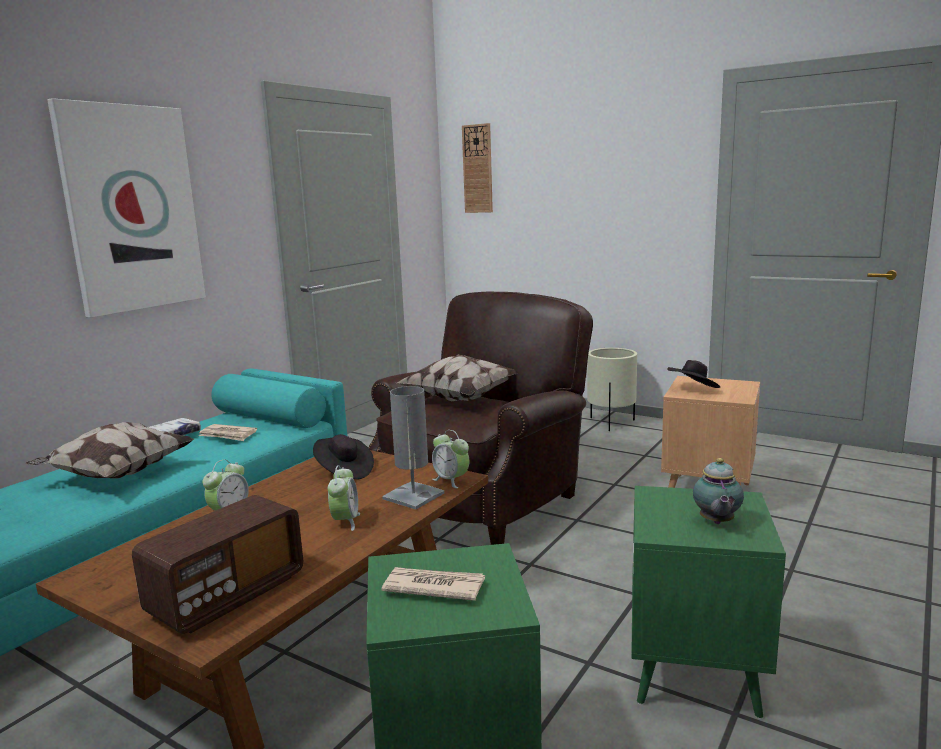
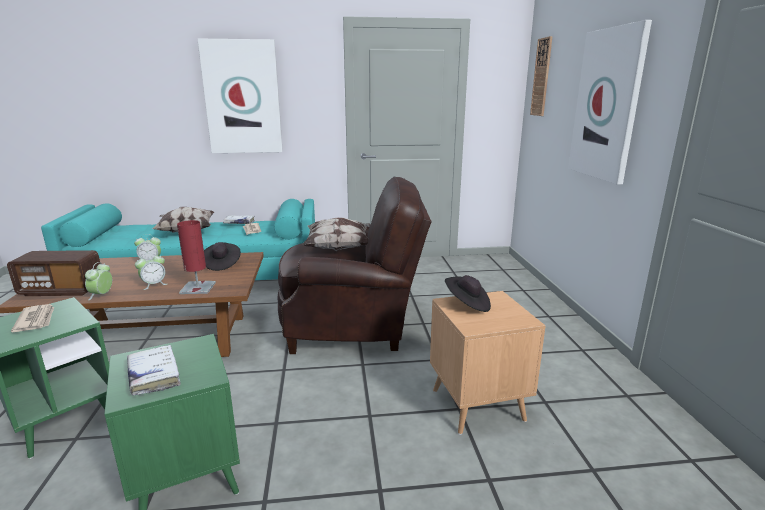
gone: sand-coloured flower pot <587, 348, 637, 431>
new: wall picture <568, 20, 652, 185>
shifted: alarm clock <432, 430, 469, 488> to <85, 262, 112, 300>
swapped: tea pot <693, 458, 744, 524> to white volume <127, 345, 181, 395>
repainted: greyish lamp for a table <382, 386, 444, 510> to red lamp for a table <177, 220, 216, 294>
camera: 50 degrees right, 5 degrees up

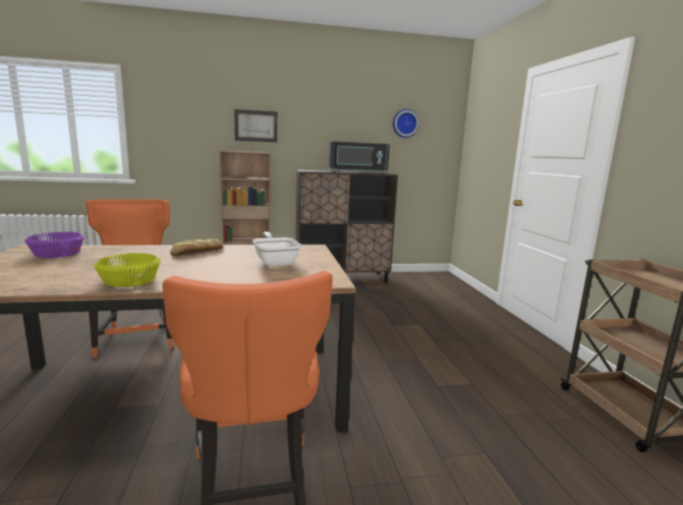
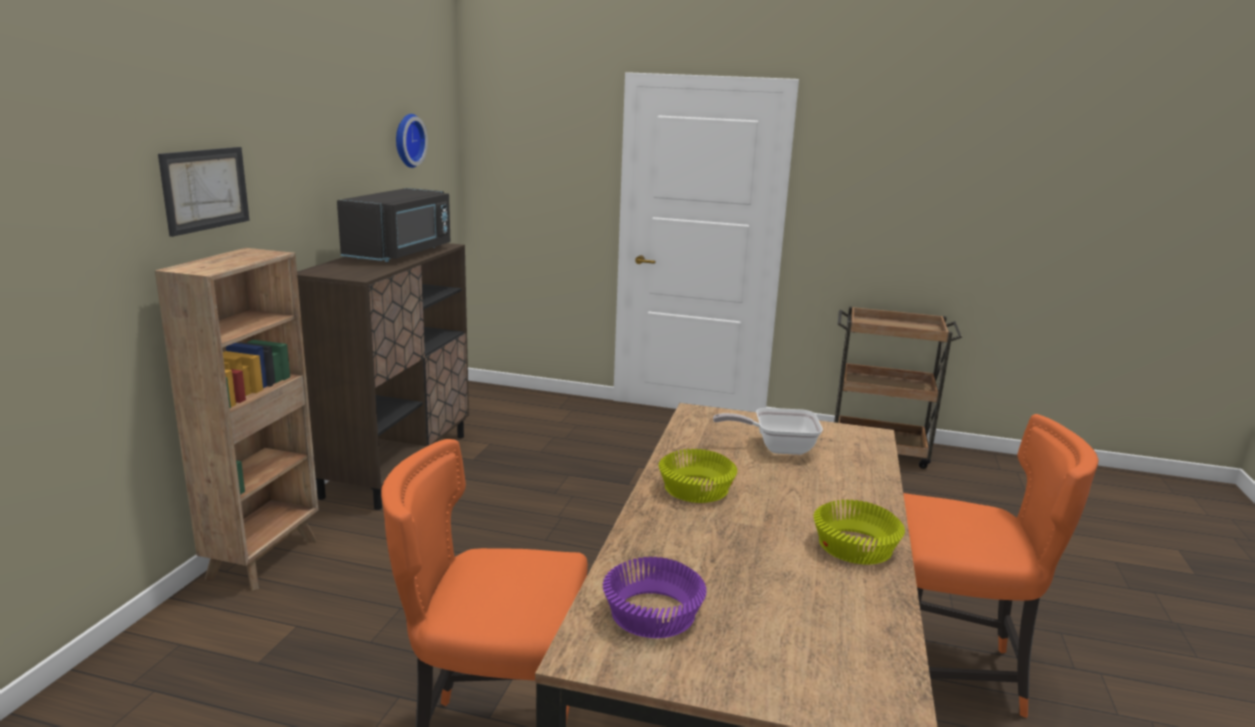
swapped: bakery bread <170, 239, 223, 256> to yellowish serving bowl <659, 449, 737, 503>
camera: 65 degrees left, 5 degrees up

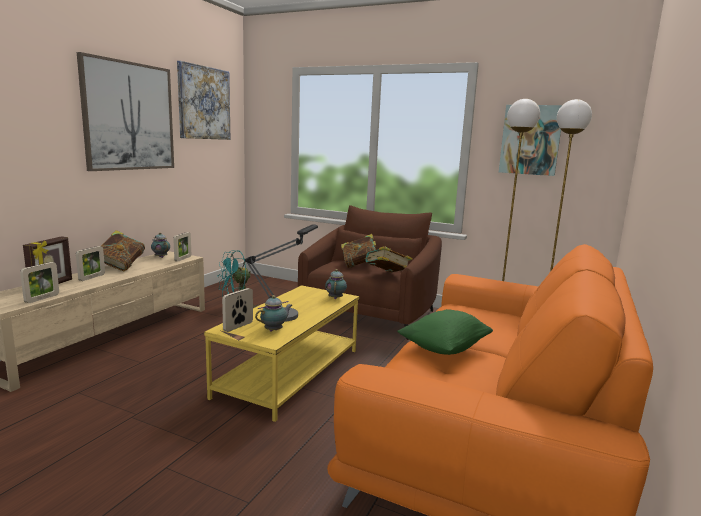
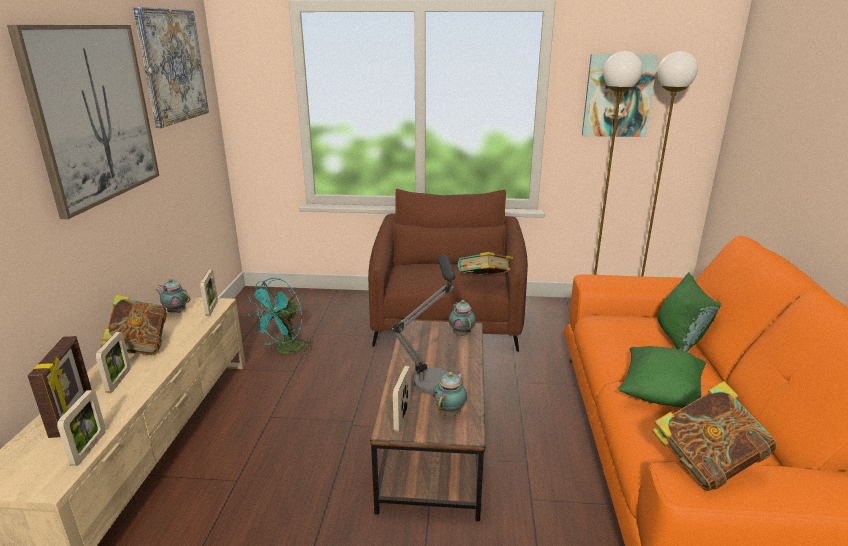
new: green-coloured throw pillow <657, 272, 721, 352>
shifted: volume <341, 234, 376, 268> to <652, 381, 776, 491>
repainted: yellowish lounge table <204, 285, 359, 422> to brown lounge table <370, 320, 485, 521>
camera: 20 degrees left, 10 degrees up

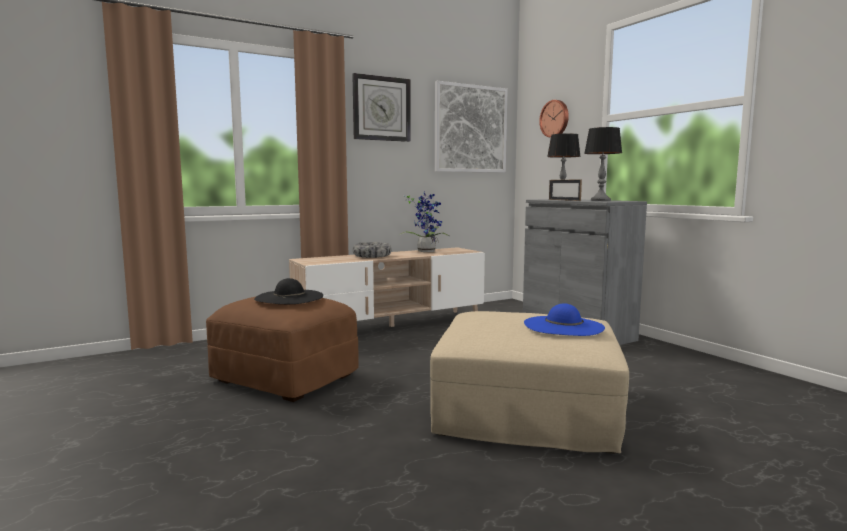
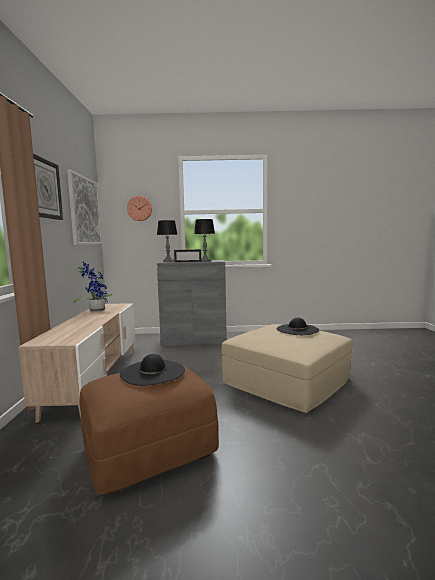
gone: serving bowl <353, 242, 392, 258>
repainted: bluish clothing hat <524, 303, 605, 336> to black clothing hat <276, 318, 319, 335>
camera: 60 degrees left, 0 degrees up

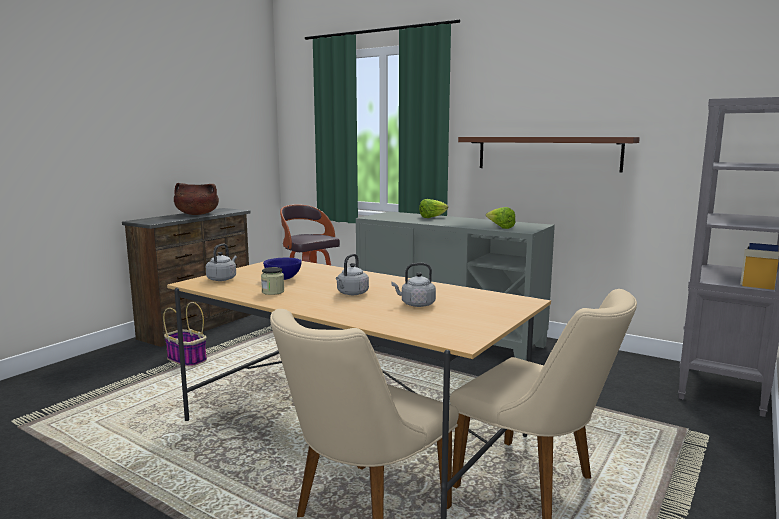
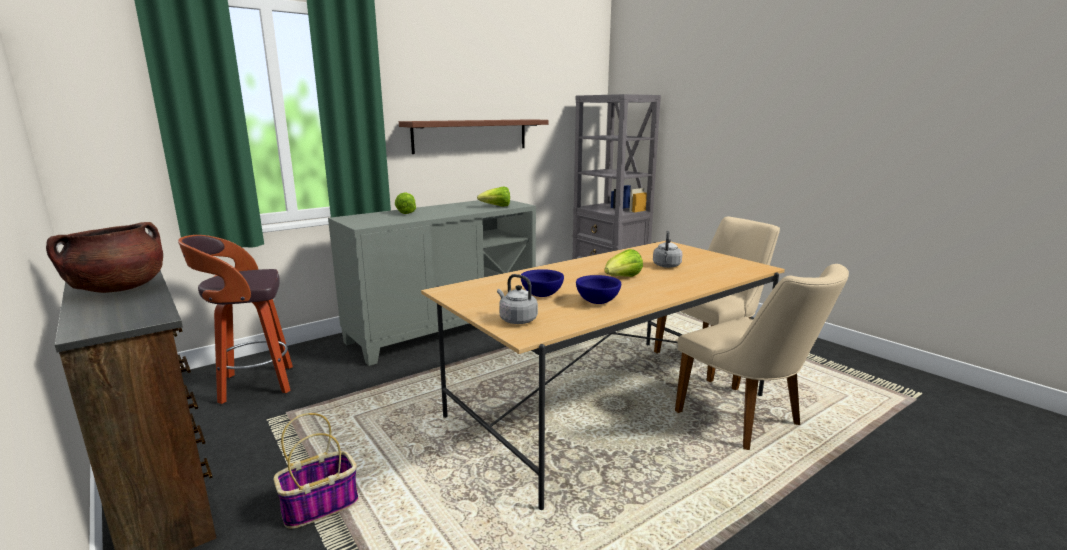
swapped: preserve jar <261, 267, 284, 295> to bluish serving bowl <576, 275, 621, 304>; greyish kettle <336, 254, 369, 295> to lettuce <604, 249, 643, 277>
camera: 70 degrees left, 5 degrees up

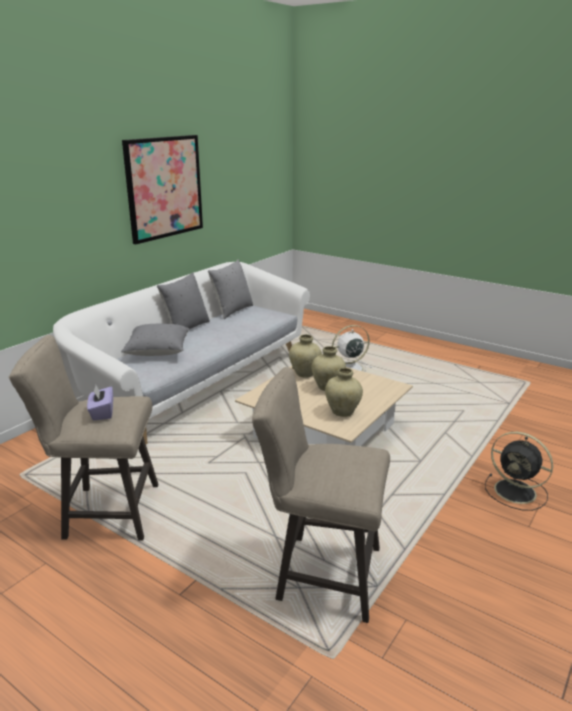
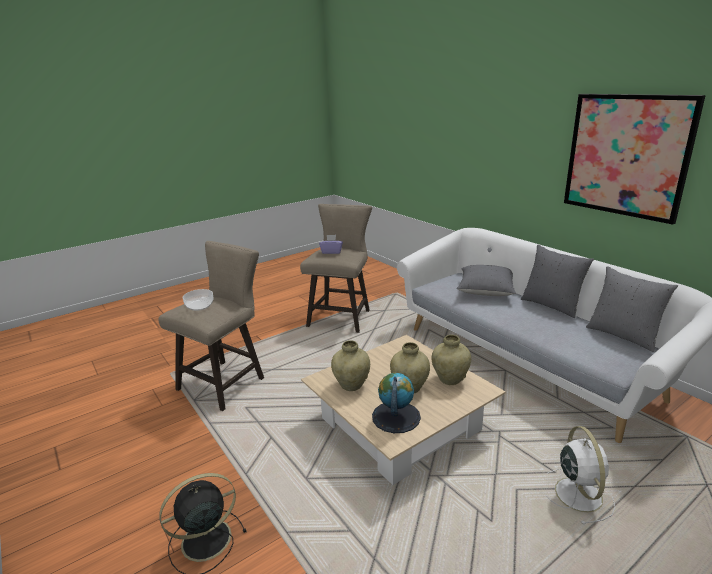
new: serving bowl <183, 289, 214, 311>; desk globe <372, 373, 421, 433>
camera: 110 degrees right, 0 degrees up

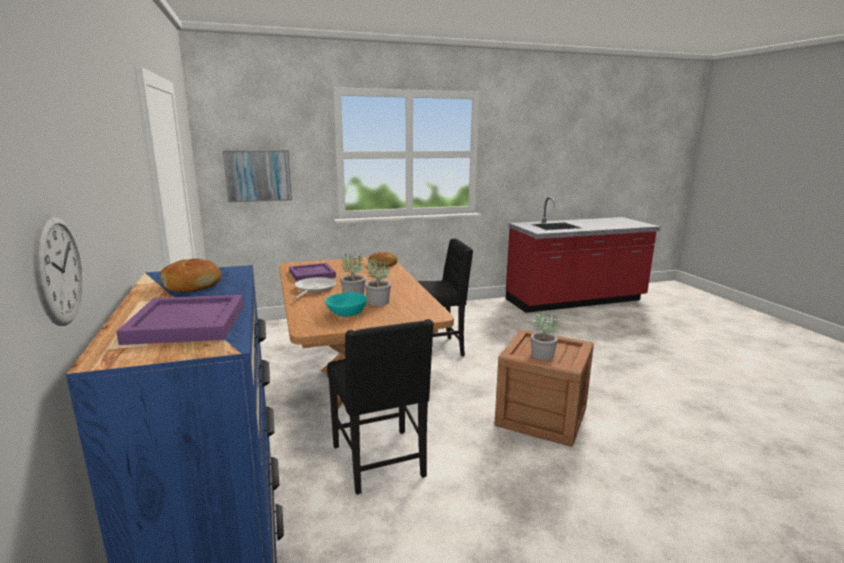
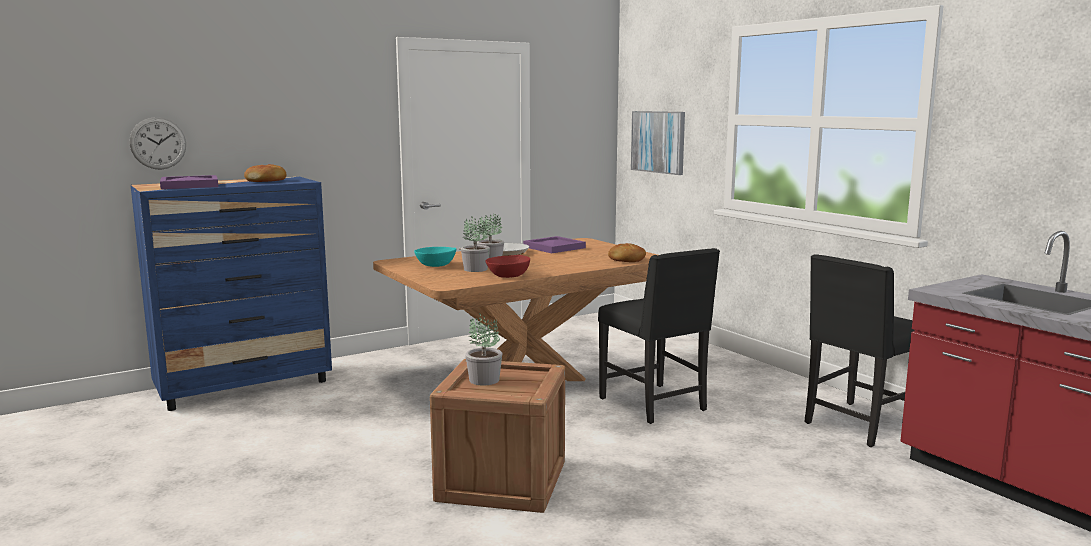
new: red serving bowl <485, 255, 530, 278>
shifted: black upright chair <327, 319, 434, 495> to <805, 254, 914, 447>
camera: 75 degrees right, 5 degrees down

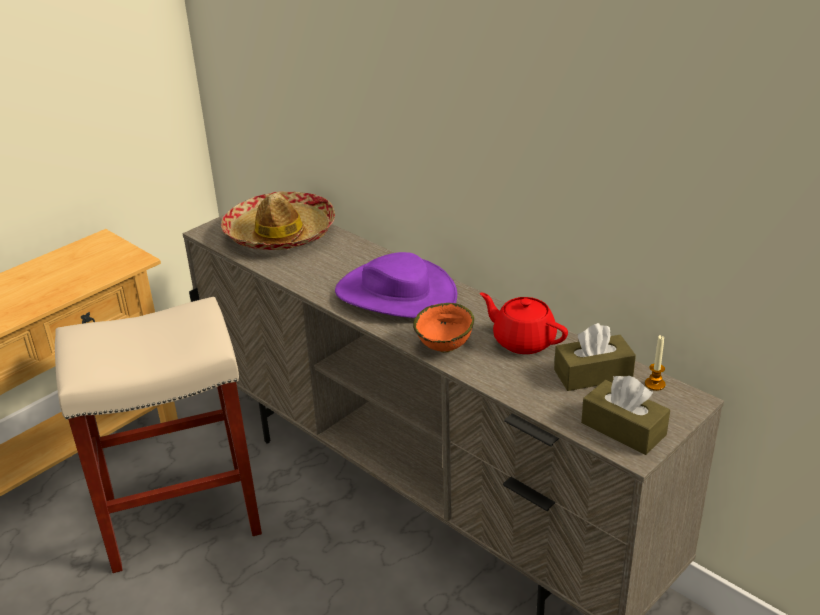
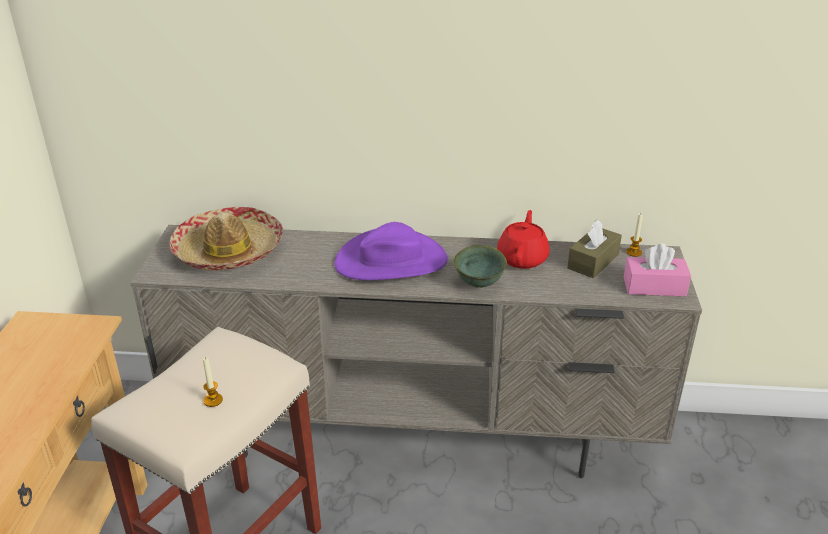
new: wax candle <203, 357, 223, 407>
repainted: orange-coloured serving bowl <413, 303, 474, 352> to green-coloured serving bowl <454, 245, 507, 288>; brown tissue box <581, 376, 670, 455> to pink tissue box <624, 244, 691, 296>
rotated: red tea pot <480, 293, 568, 354> = <497, 210, 549, 269> 105 degrees clockwise
camera: 40 degrees left, 0 degrees up

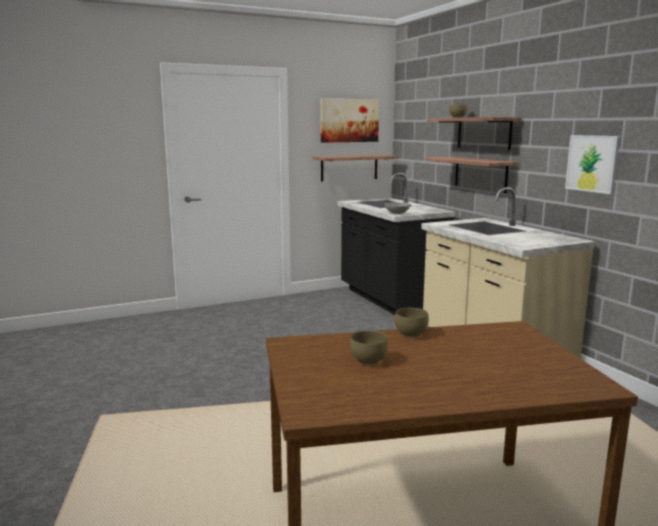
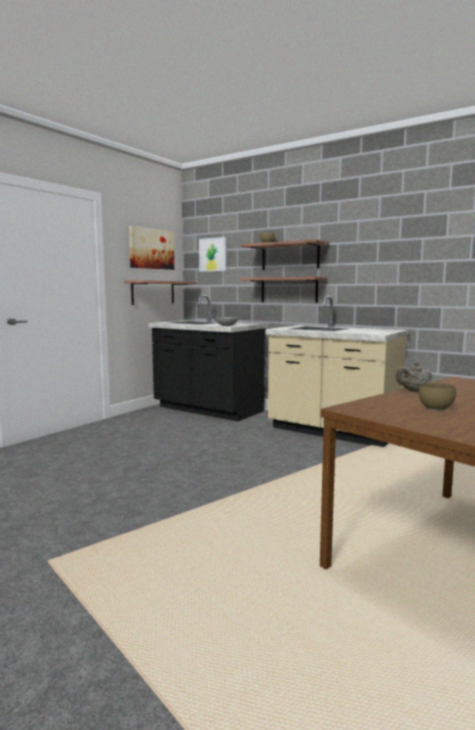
shifted: wall picture <565, 135, 620, 194> to <199, 237, 226, 272>
swapped: brown serving bowl <395, 308, 429, 337> to sand-coloured tea pot <396, 362, 432, 392>
camera: 30 degrees left, 5 degrees down

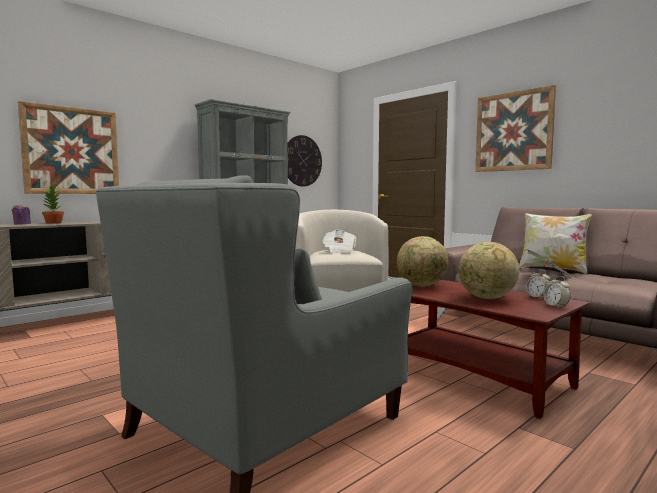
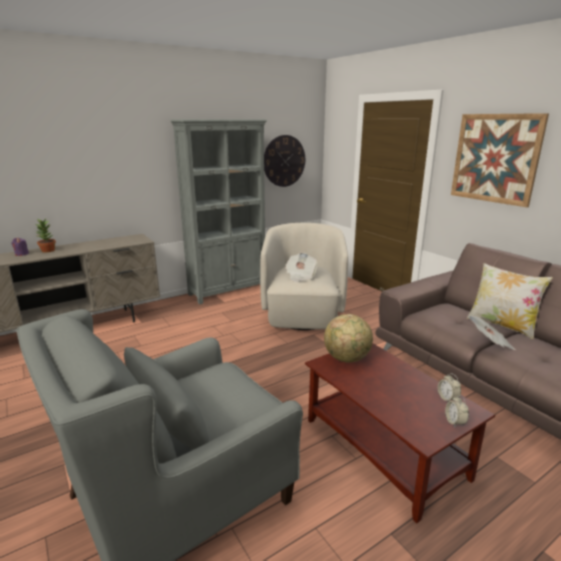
gone: wall picture <18, 101, 119, 194>; desk globe <458, 242, 519, 299>
camera: 10 degrees right, 15 degrees up

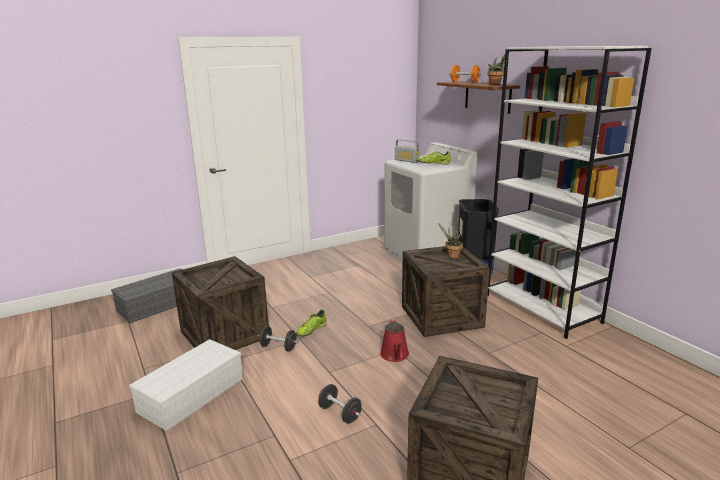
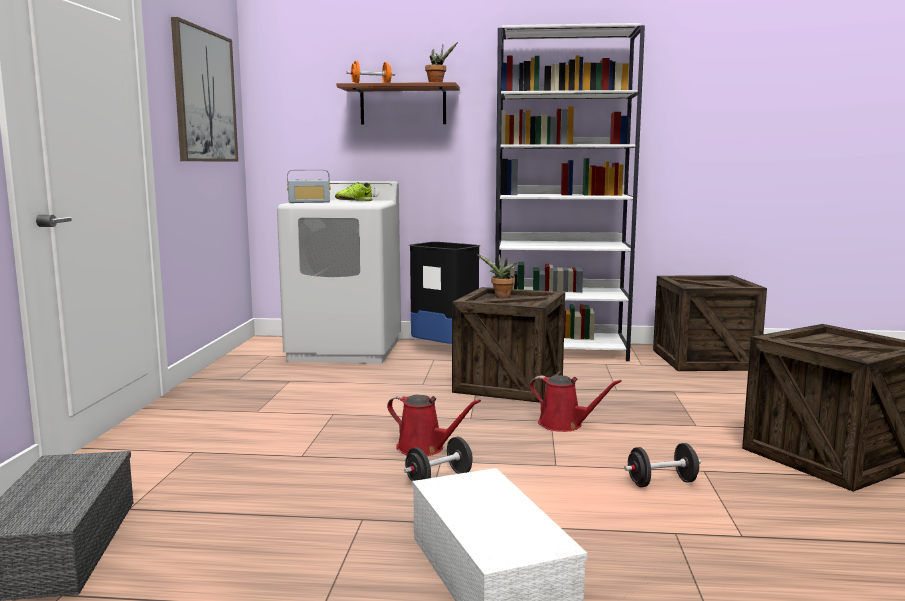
new: wall picture <171, 17, 238, 161>
shifted: packing crate <172, 256, 269, 350> to <653, 275, 767, 371>
swapped: item of footwear <296, 309, 327, 336> to red watering can <387, 395, 481, 456>
camera: 55 degrees left, 10 degrees down

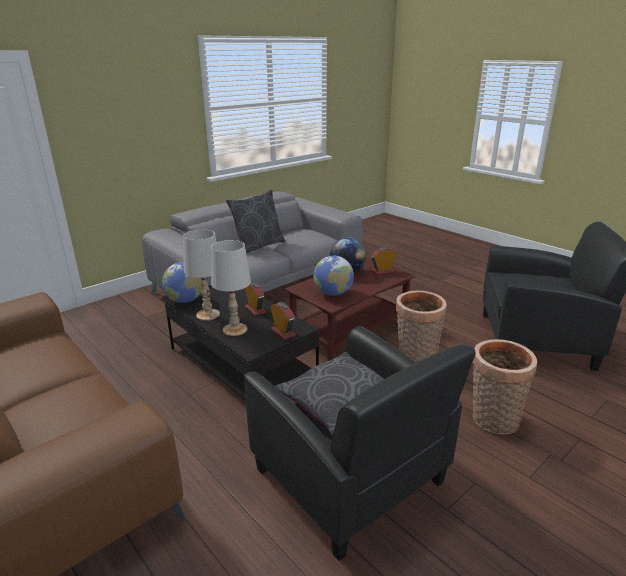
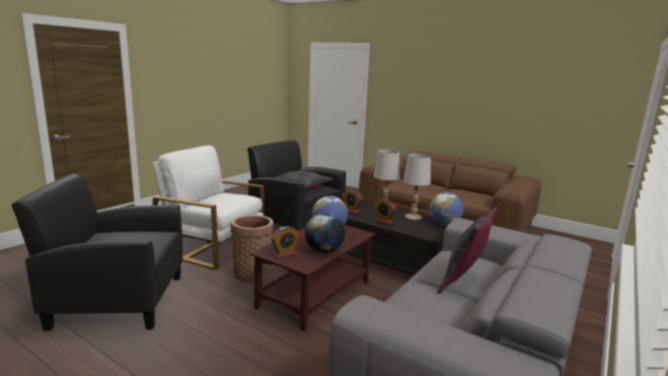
swapped: household basket <472, 339, 538, 435> to white lounge chair <152, 146, 264, 270>
camera: 165 degrees right, 10 degrees down

